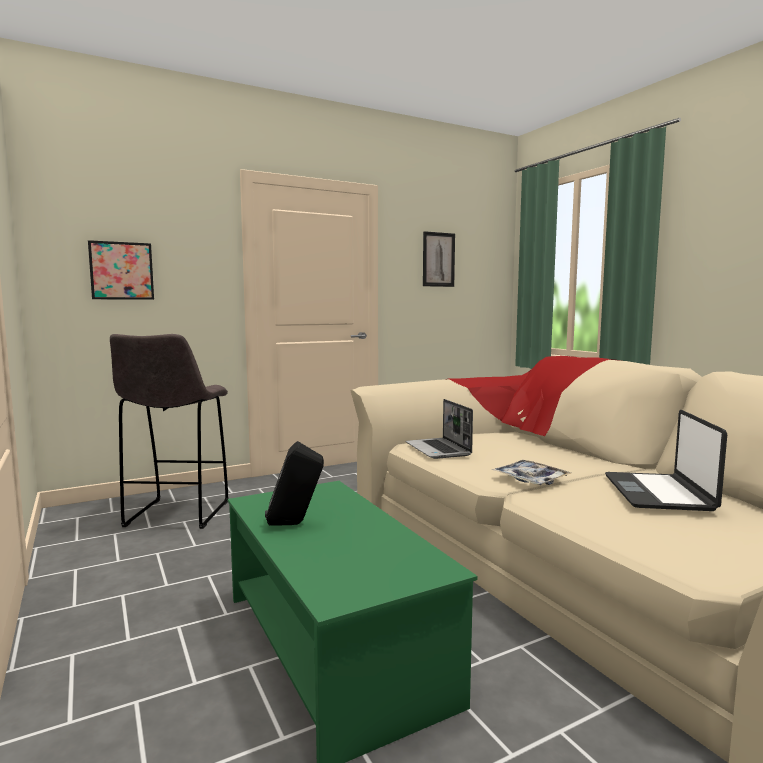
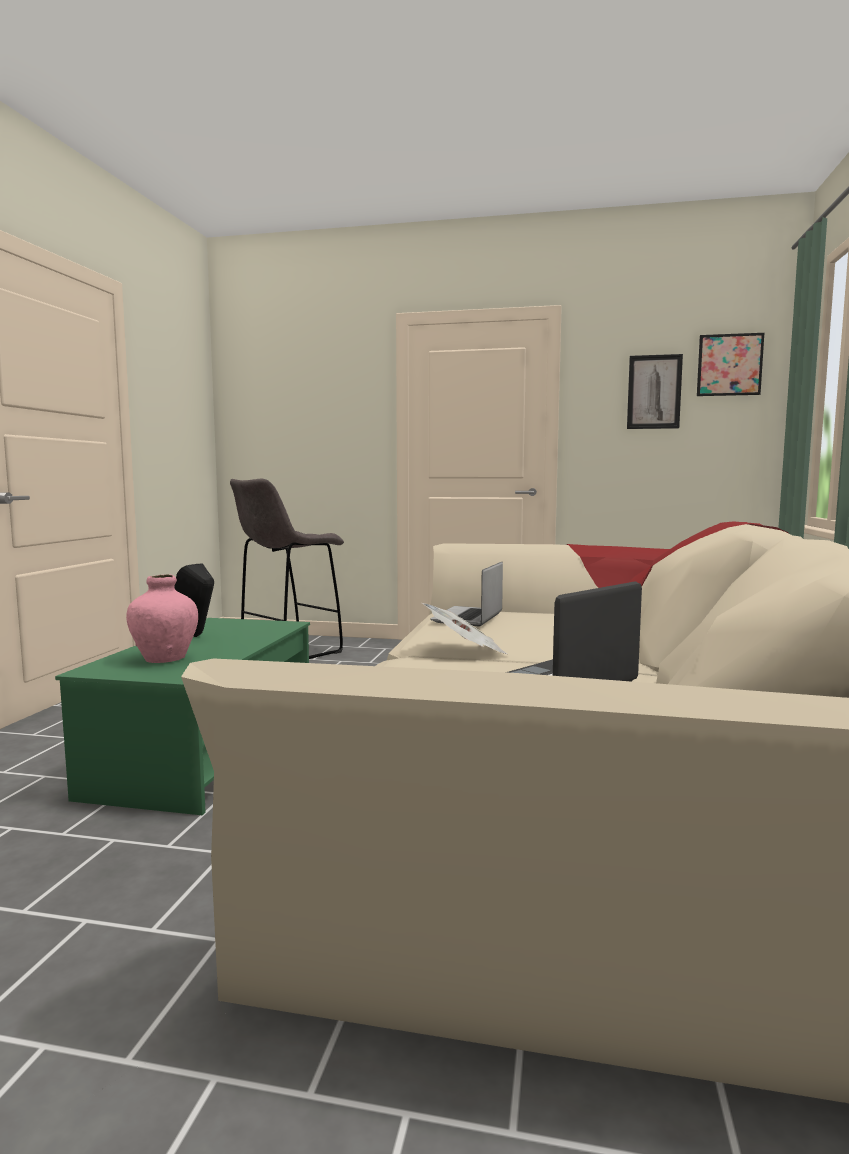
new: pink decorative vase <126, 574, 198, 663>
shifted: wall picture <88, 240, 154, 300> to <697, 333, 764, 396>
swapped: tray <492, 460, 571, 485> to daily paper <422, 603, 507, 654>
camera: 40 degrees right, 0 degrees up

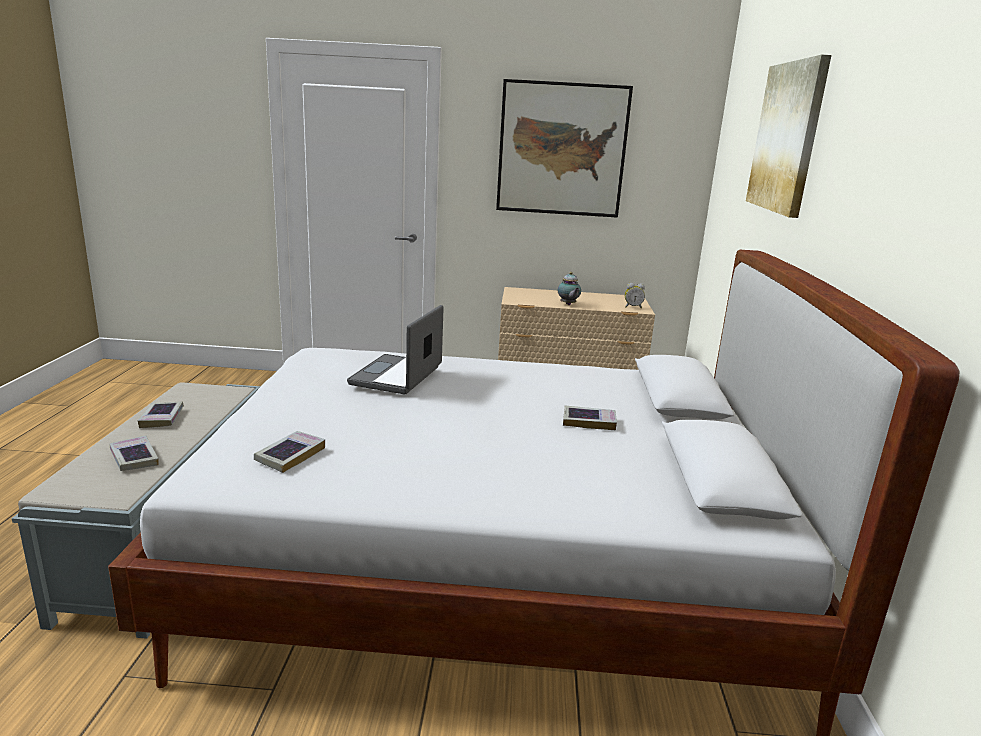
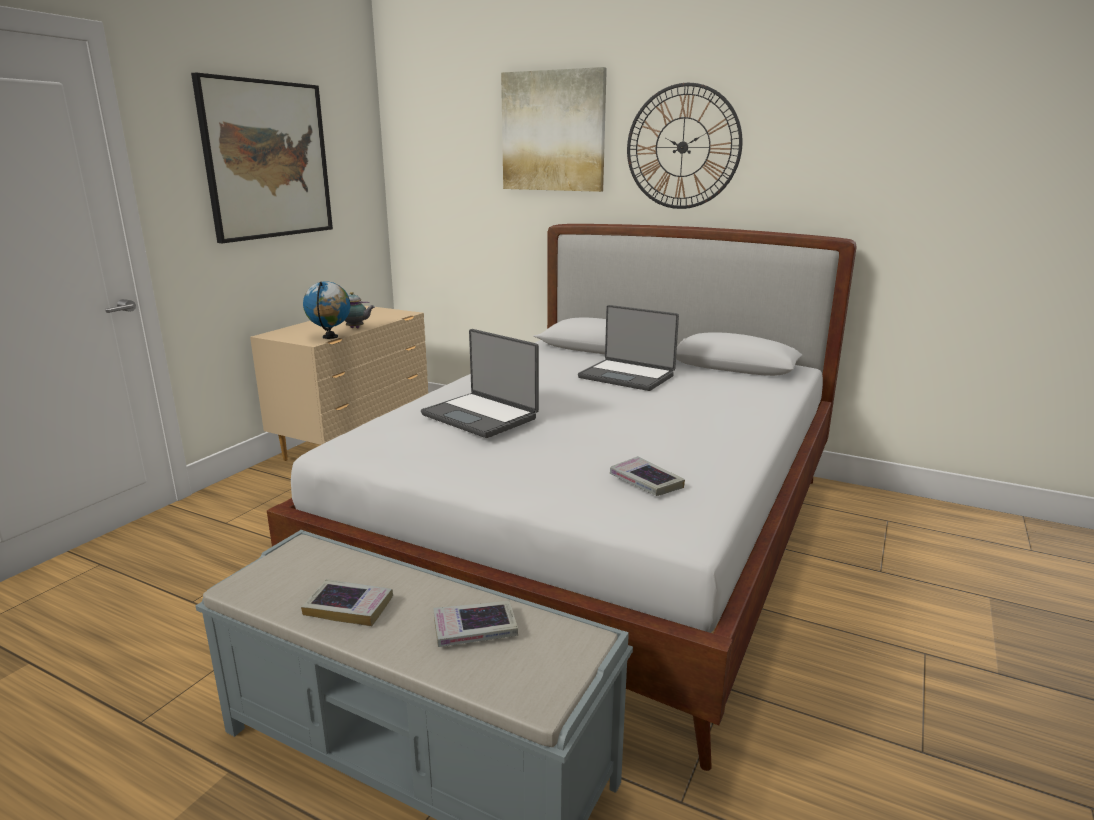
gone: alarm clock <625, 283, 645, 308>
new: desk globe <303, 281, 351, 339>; wall clock <627, 83, 743, 209>
swapped: volume <563, 405, 617, 430> to laptop <578, 305, 679, 391>
camera: 65 degrees left, 0 degrees up

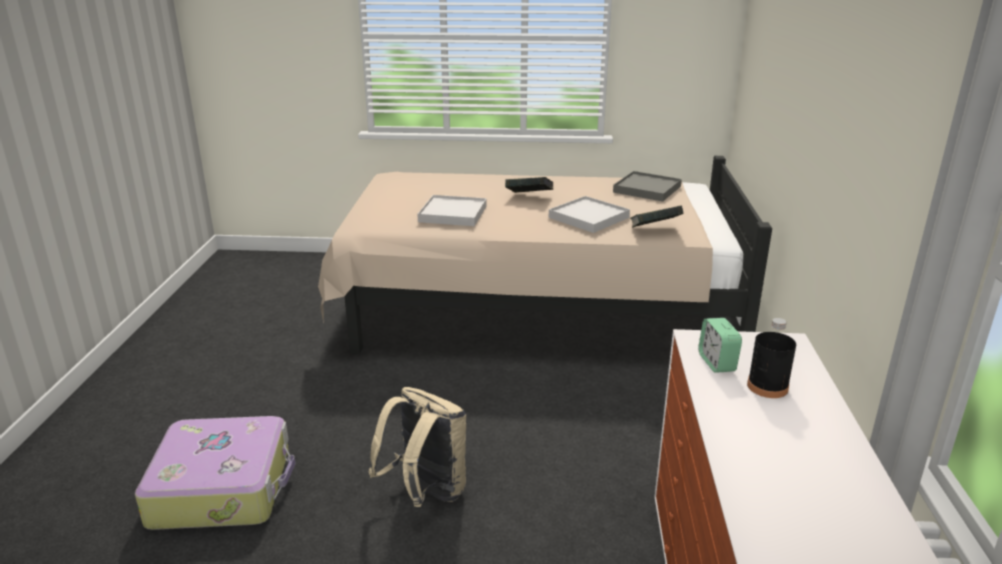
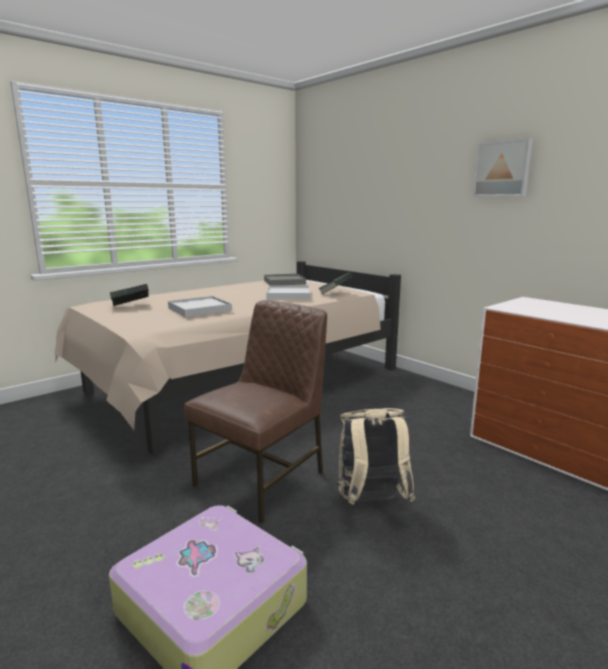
gone: alarm clock <698, 318, 742, 373>; black bottle <747, 318, 796, 398>
new: brown upright chair <184, 300, 327, 524>; wall picture <473, 138, 533, 197>
shifted: volume <505, 177, 553, 193> to <110, 284, 149, 306>
camera: 45 degrees left, 10 degrees down

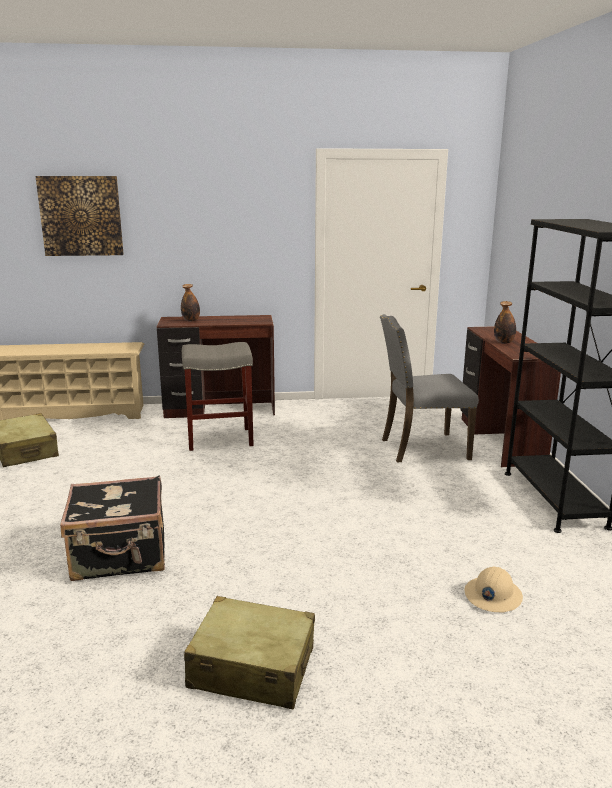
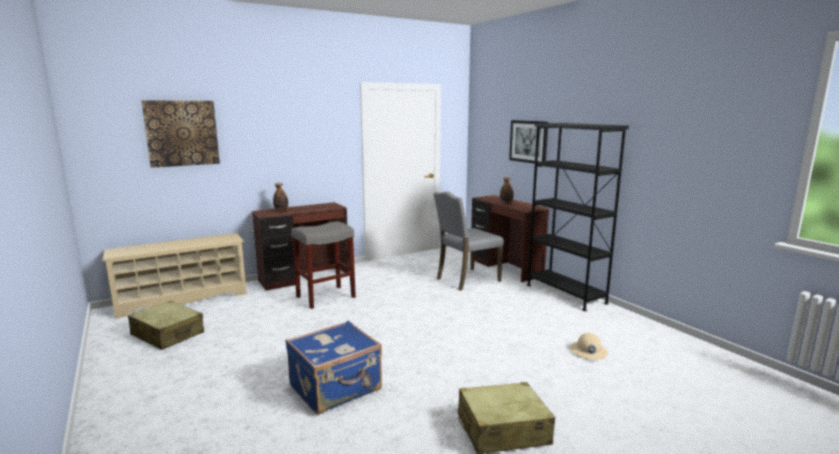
new: wall picture <509, 120, 549, 164>
repainted: black piece of luggage <60, 475, 165, 581> to bluish piece of luggage <285, 321, 382, 414>
camera: 25 degrees left, 5 degrees down

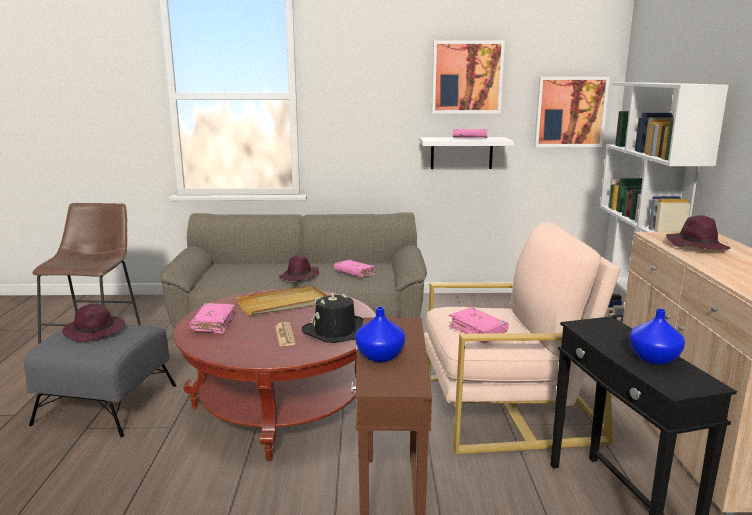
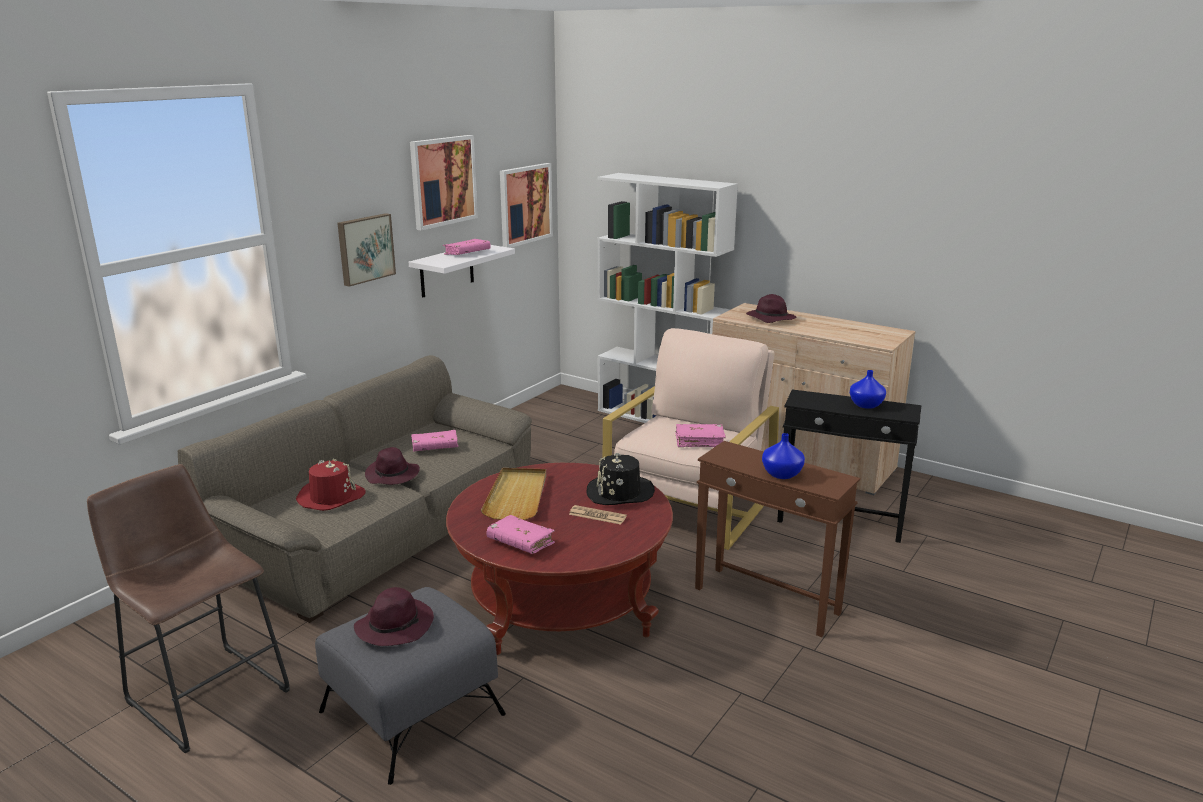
new: red clothing hat <296, 459, 366, 511>; wall picture <337, 213, 396, 287>
camera: 55 degrees left, 5 degrees up

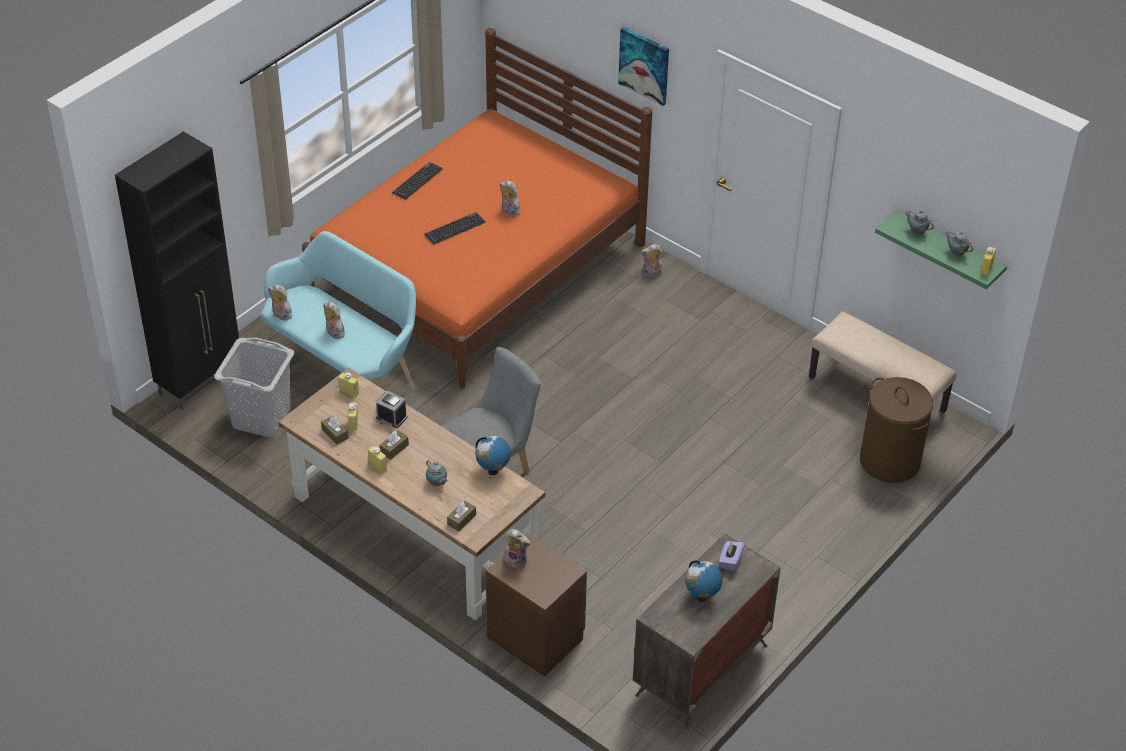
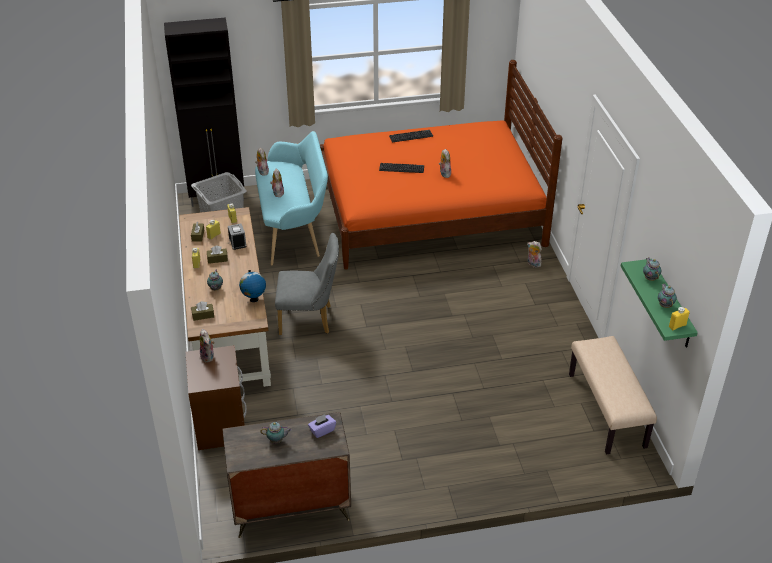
gone: wall picture <618, 27, 669, 106>; brown hamper <860, 377, 933, 483>
swapped: desk globe <685, 561, 723, 602> to tea pot <260, 422, 292, 443>
camera: 40 degrees right, 5 degrees down

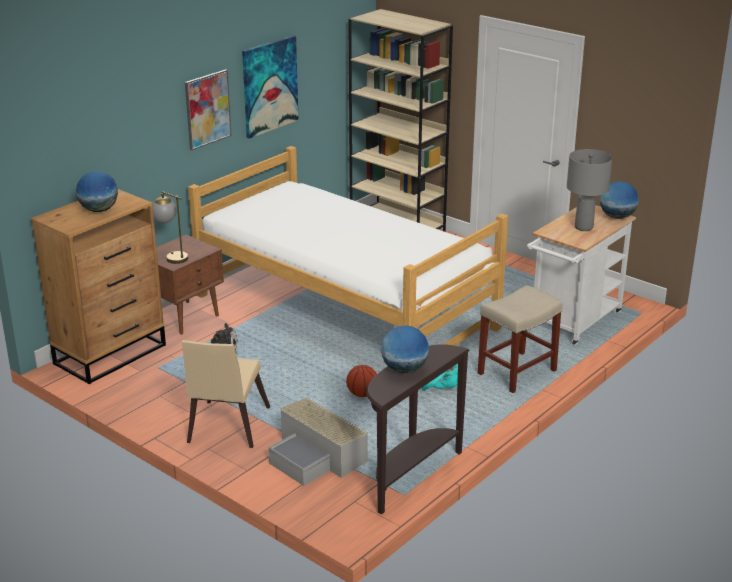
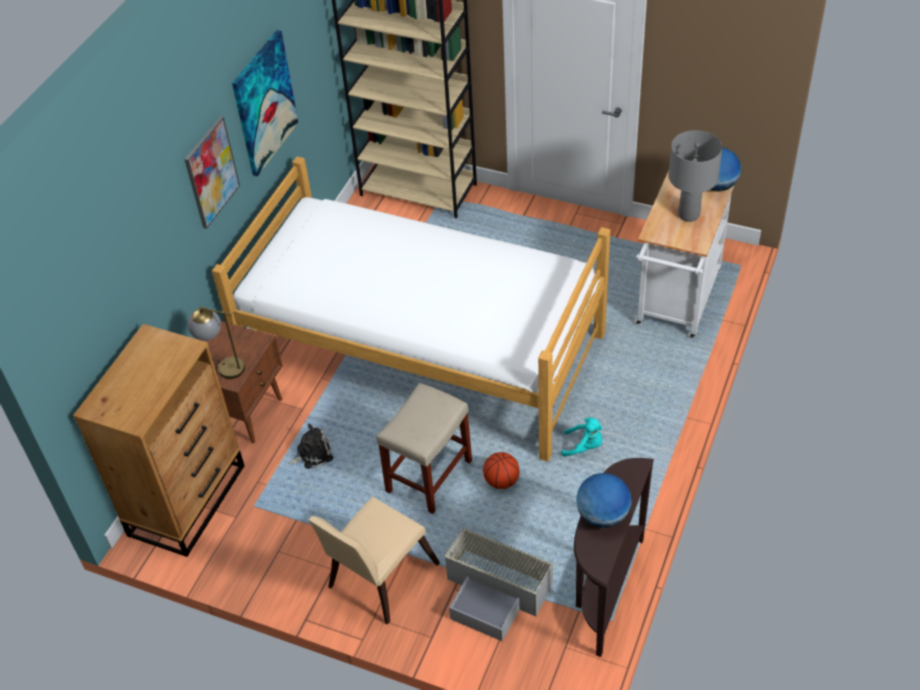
gone: desk globe <76, 171, 118, 212>
shifted: sand-coloured sitting stool <478, 285, 563, 393> to <376, 383, 472, 514>
rotated: sand-coloured upright chair <182, 340, 270, 448> = <308, 496, 440, 625> 45 degrees clockwise
camera: 15 degrees left, 20 degrees up

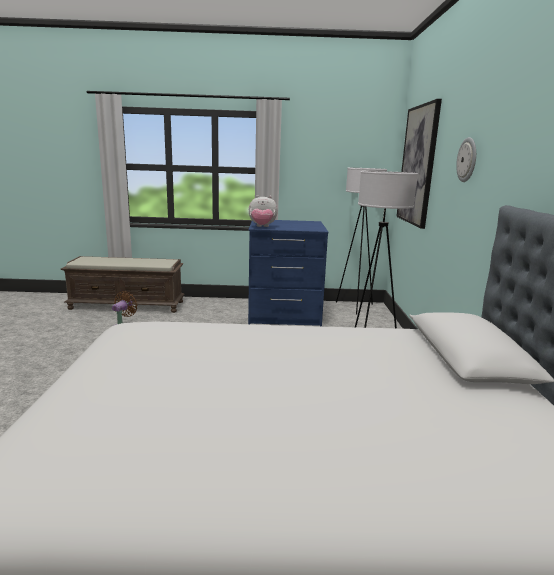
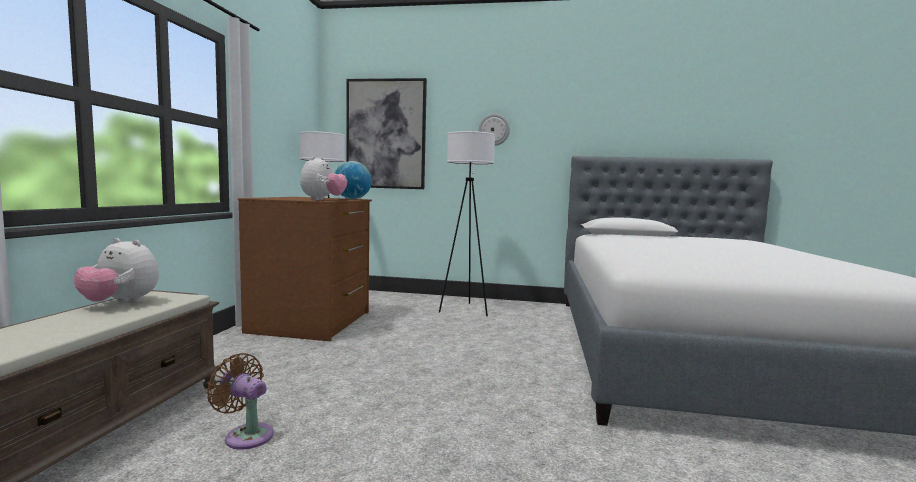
new: cuddly toy <74, 238, 159, 303>; desk globe <335, 161, 372, 199>
repainted: bluish chest of drawers <248, 220, 328, 326> to brown chest of drawers <238, 197, 372, 341>
camera: 80 degrees left, 10 degrees down

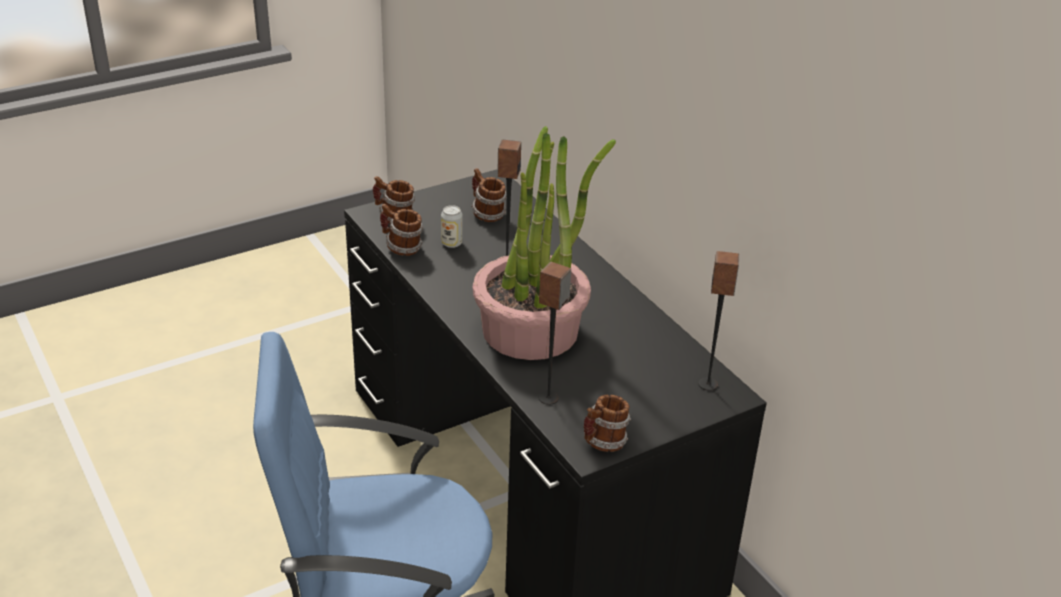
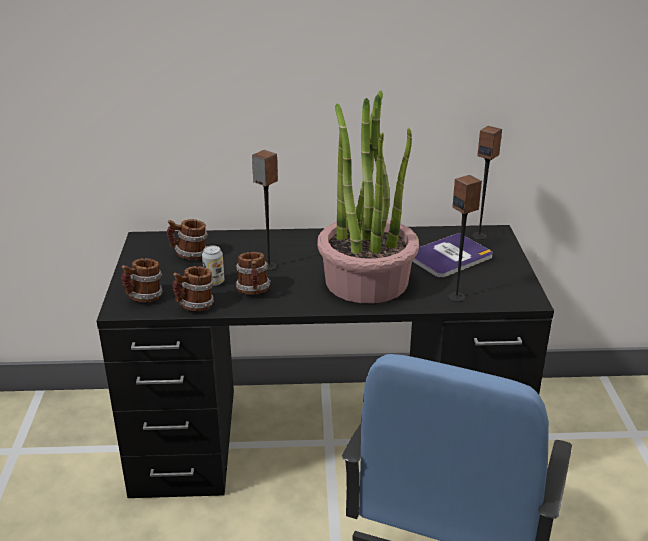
new: volume <412, 233, 493, 278>
shifted: mug <584, 395, 631, 452> to <236, 252, 271, 294>
camera: 60 degrees left, 5 degrees down

